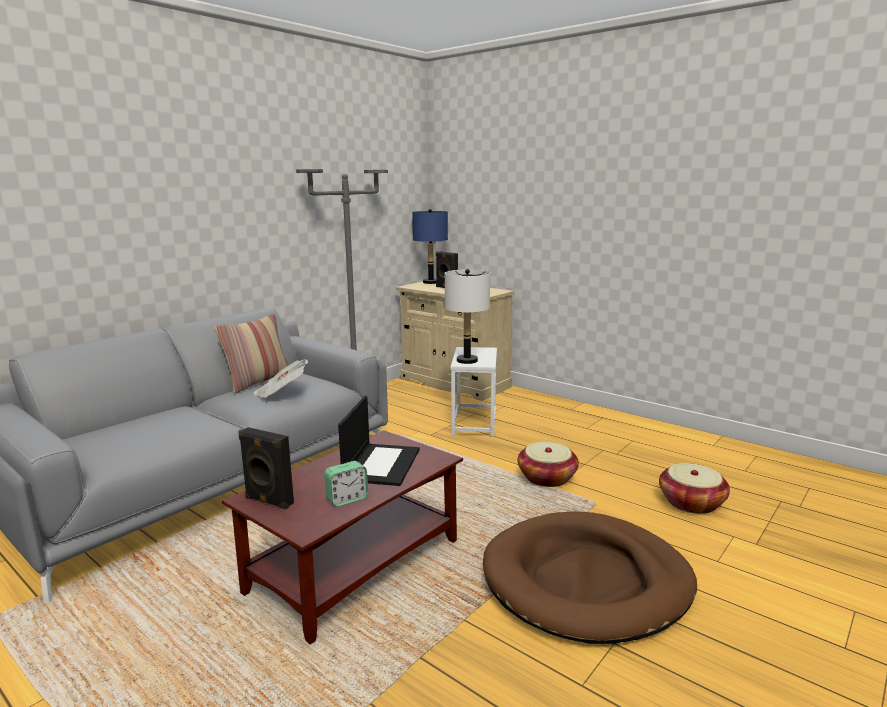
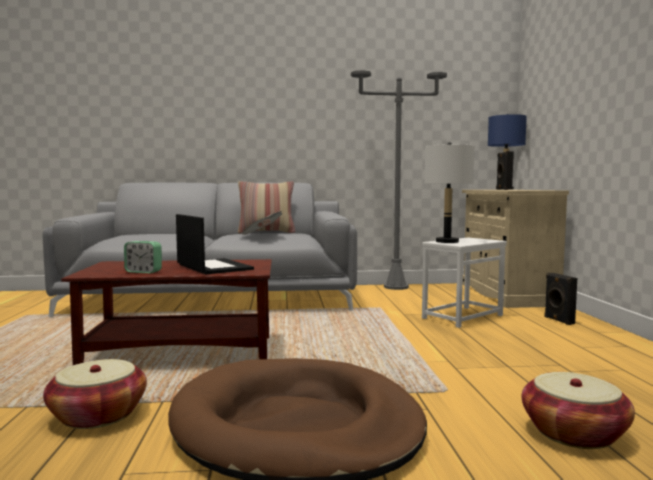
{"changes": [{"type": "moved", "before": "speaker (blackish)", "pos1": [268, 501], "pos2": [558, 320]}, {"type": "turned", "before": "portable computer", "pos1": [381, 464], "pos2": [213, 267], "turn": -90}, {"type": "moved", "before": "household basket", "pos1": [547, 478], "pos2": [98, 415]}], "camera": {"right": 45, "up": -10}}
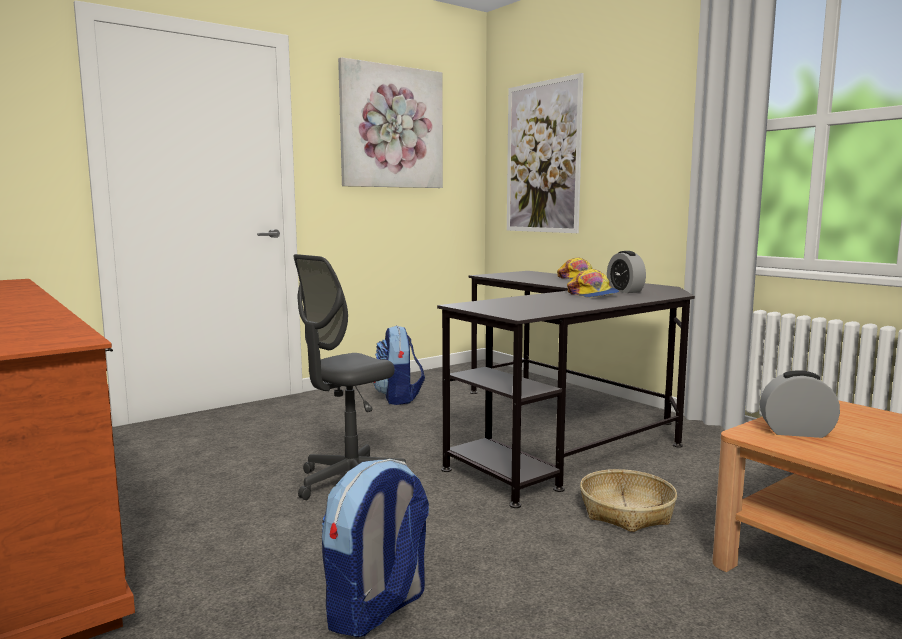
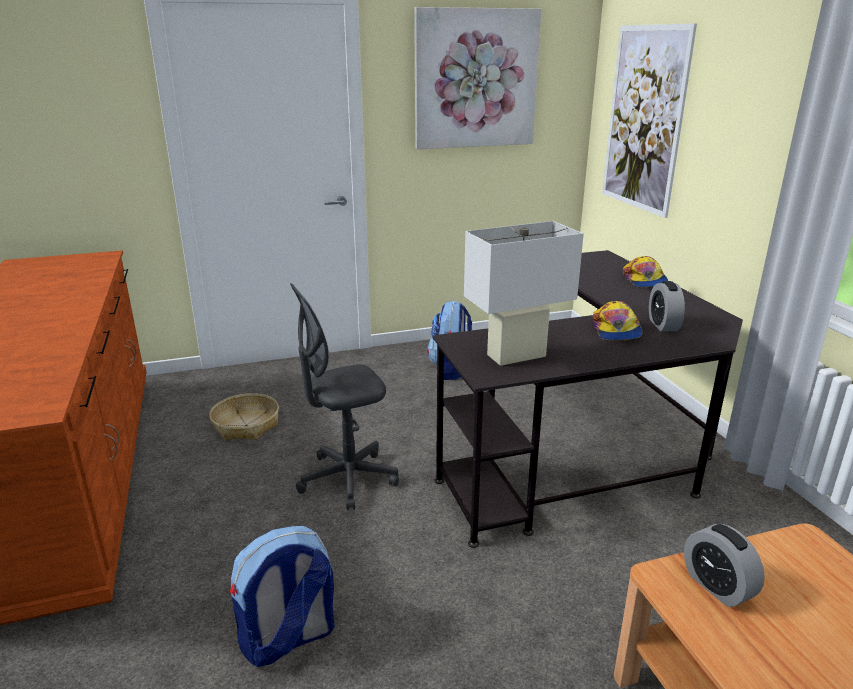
{"changes": [{"type": "moved", "before": "household basket", "pos1": [626, 512], "pos2": [246, 425]}, {"type": "turned", "before": "table clock", "pos1": [796, 432], "pos2": [717, 586], "turn": -150}, {"type": "added", "after": "lamp for a table (whitish)", "pos2": [516, 356]}], "camera": {"right": 20, "up": 15}}
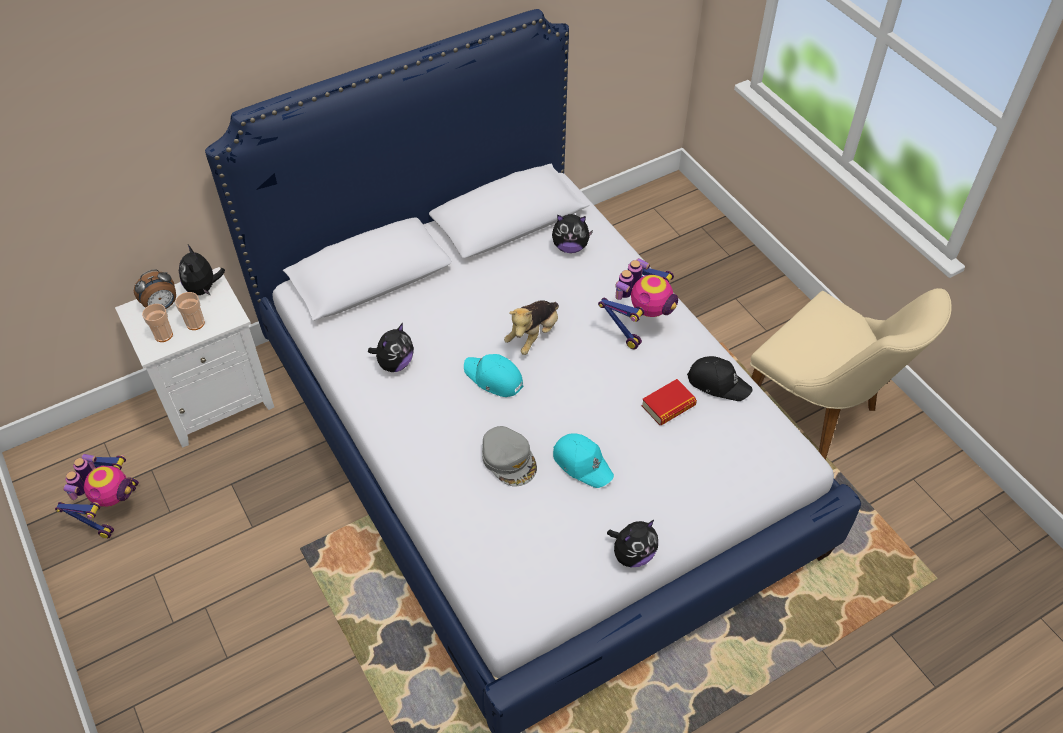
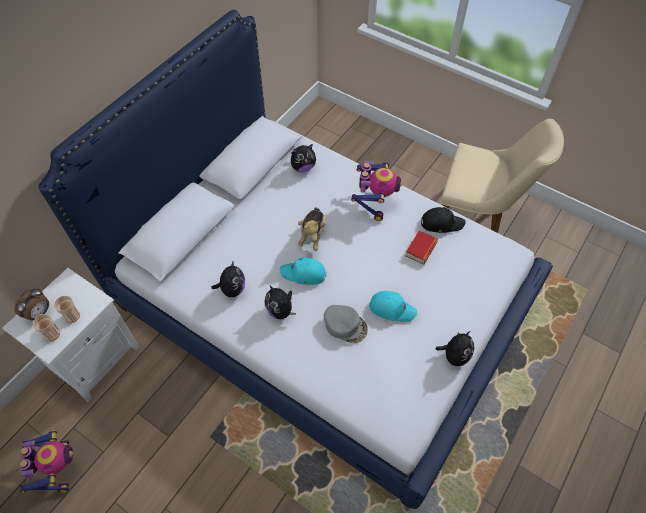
{"changes": [{"type": "moved", "before": "soft toy", "pos1": [204, 288], "pos2": [280, 310]}], "camera": {"right": -25, "up": 5}}
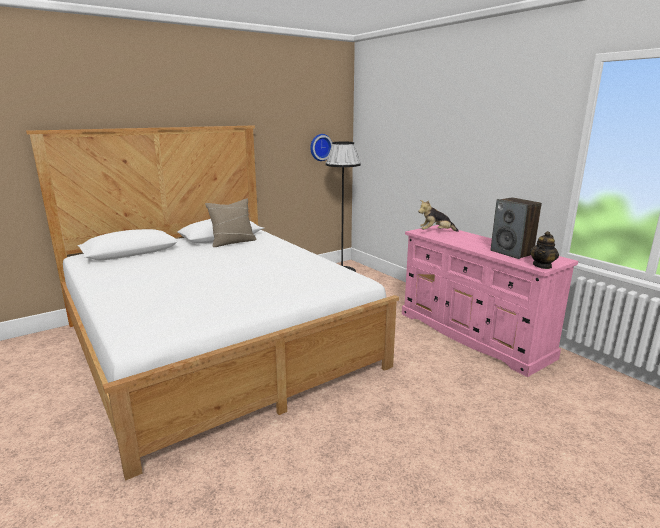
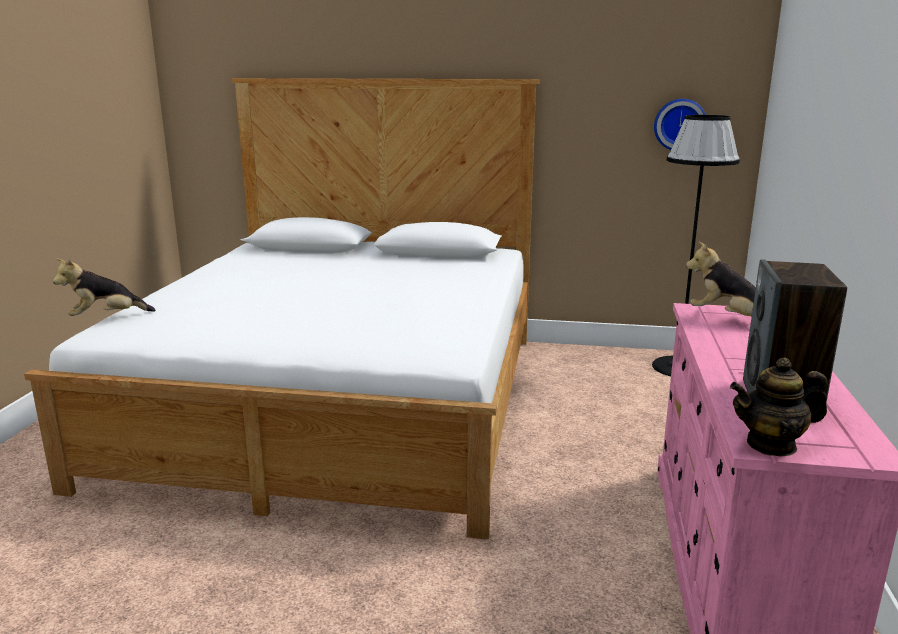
{"changes": [{"type": "removed", "before": "cushion (sand-coloured)", "pos1": [233, 242]}, {"type": "added", "after": "soft toy", "pos2": [106, 317]}], "camera": {"right": 45, "up": 0}}
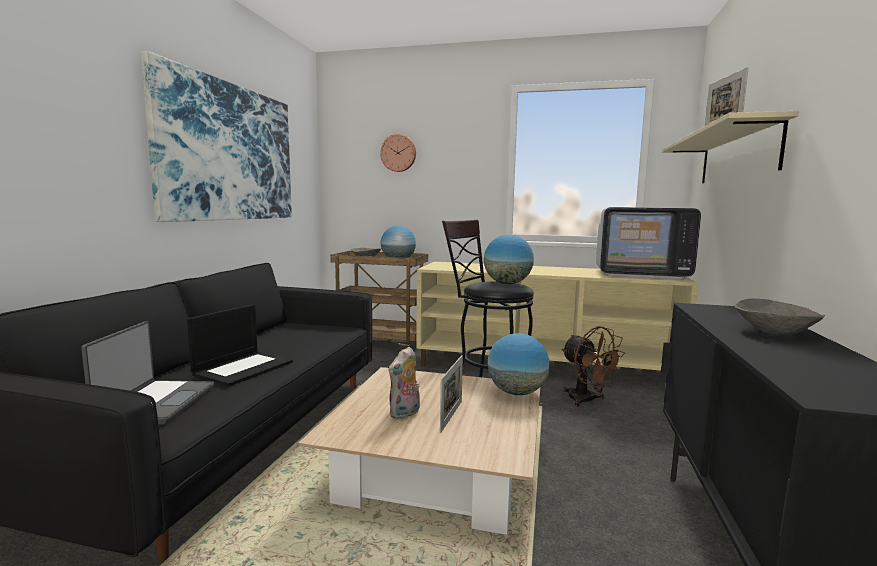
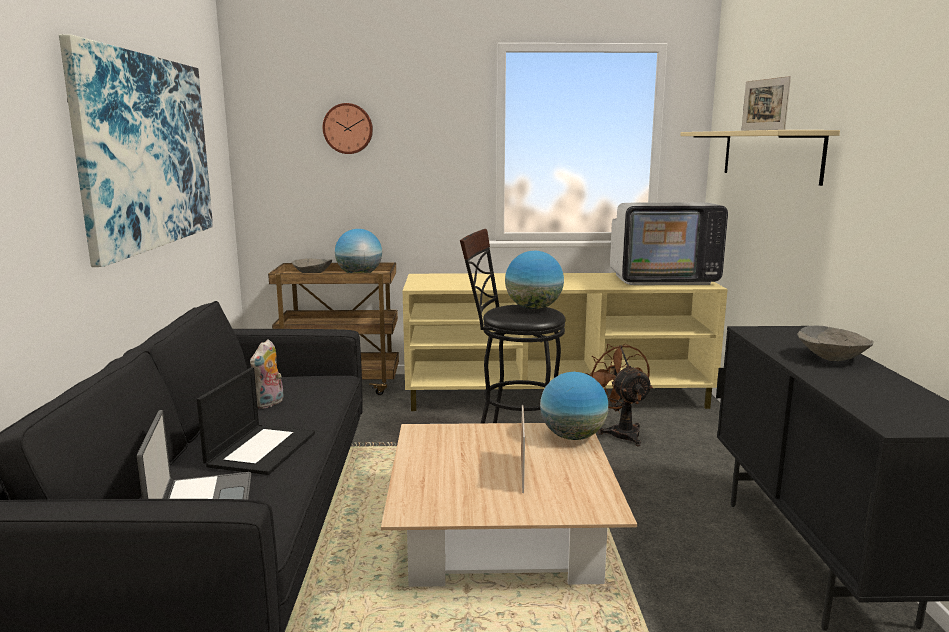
{"changes": [{"type": "moved", "before": "soft toy", "pos1": [405, 414], "pos2": [269, 404]}, {"type": "turned", "before": "cooling fan (brownish)", "pos1": [587, 401], "pos2": [620, 432], "turn": -150}], "camera": {"right": -15, "up": 5}}
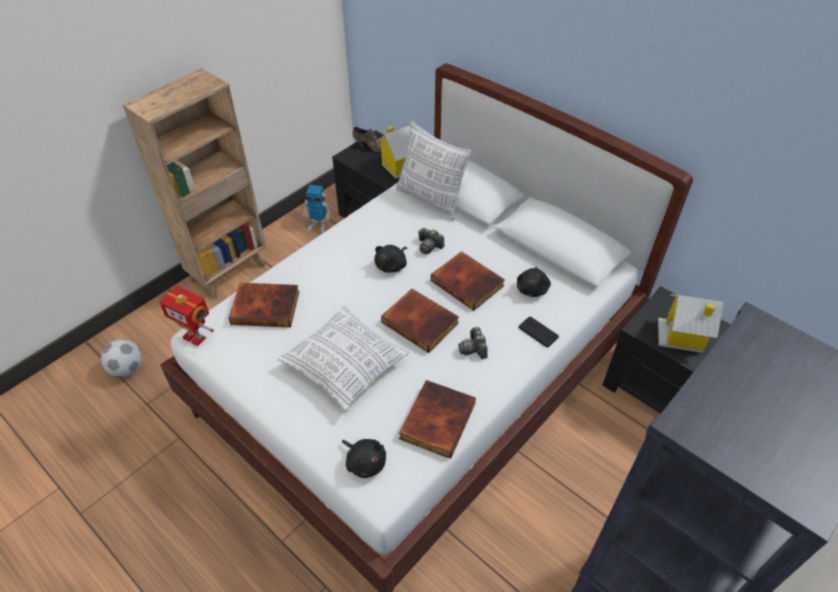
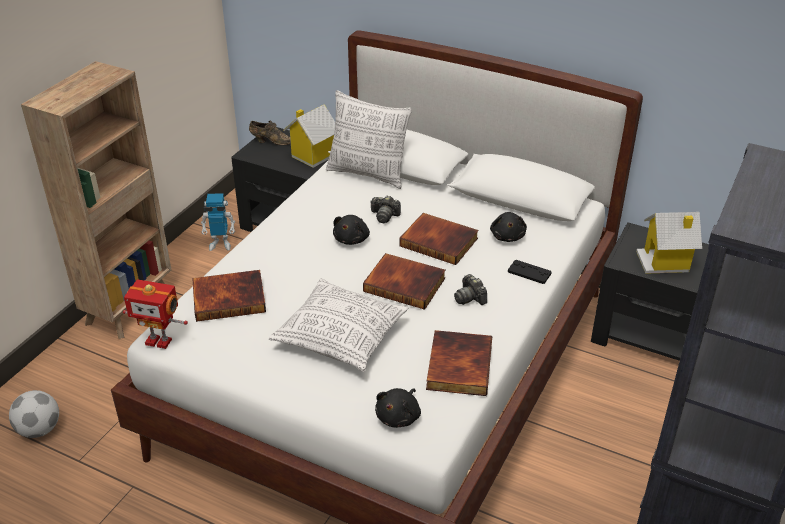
{"changes": [{"type": "turned", "before": "soft toy (blackish)", "pos1": [365, 462], "pos2": [399, 416], "turn": 90}], "camera": {"right": -15, "up": -10}}
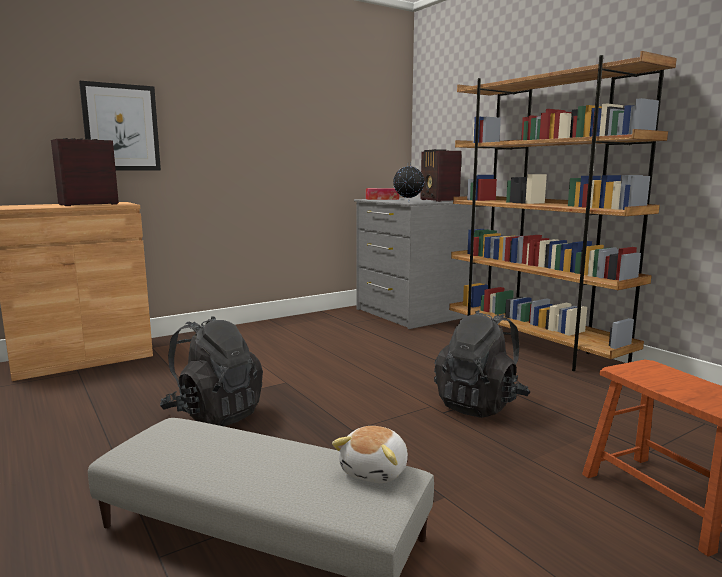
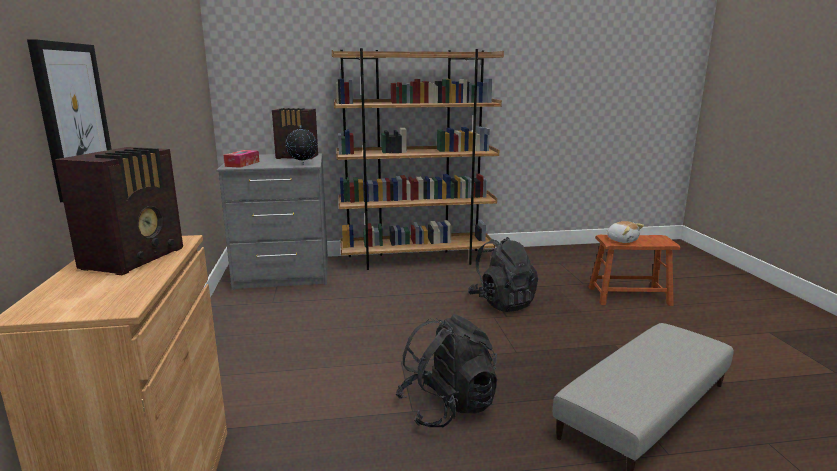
{"changes": [{"type": "turned", "before": "radio set", "pos1": [87, 204], "pos2": [136, 258], "turn": -150}, {"type": "moved", "before": "soft toy", "pos1": [376, 471], "pos2": [622, 240]}], "camera": {"right": -65, "up": 5}}
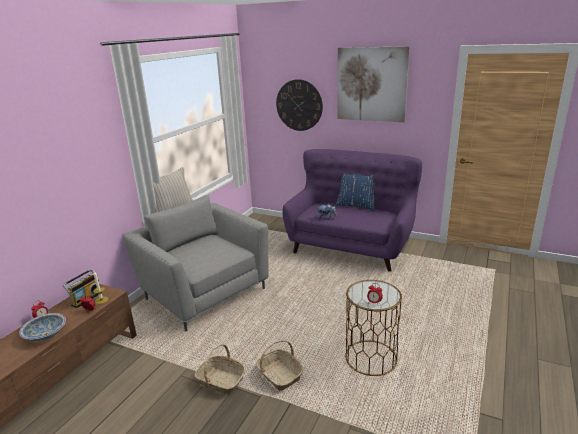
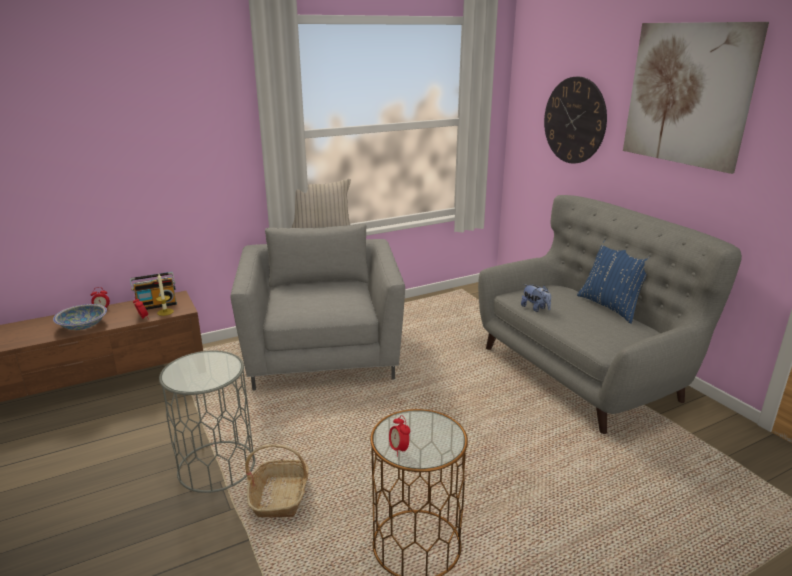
{"changes": [{"type": "replaced", "before": "household basket", "after": "accent table (gray)", "pos1": [220, 380], "pos2": [216, 466]}, {"type": "recoloured", "before": "settee (purplish)", "after": "settee (gray)", "pos1": [351, 247], "pos2": [582, 372]}], "camera": {"right": 35, "up": 0}}
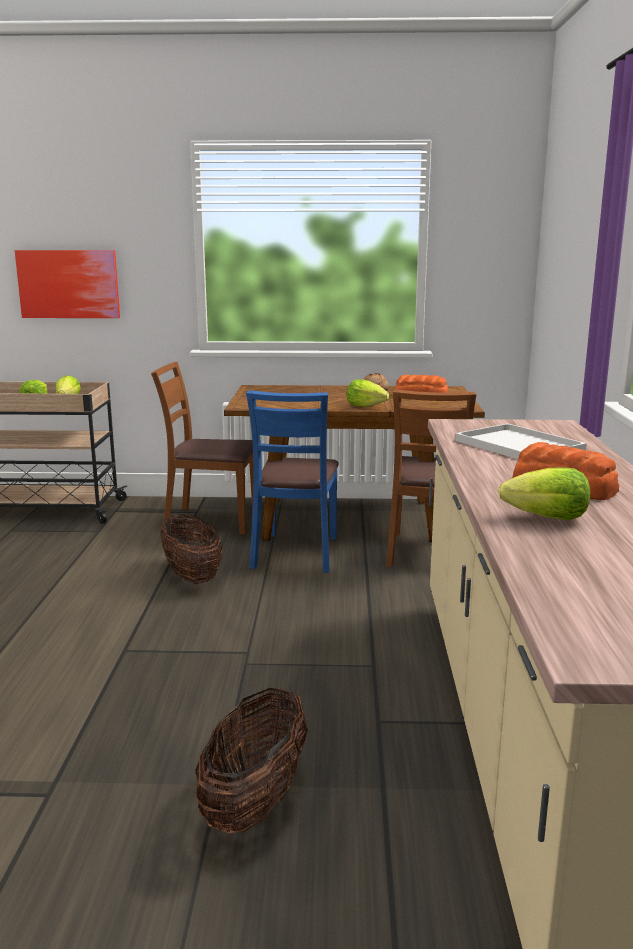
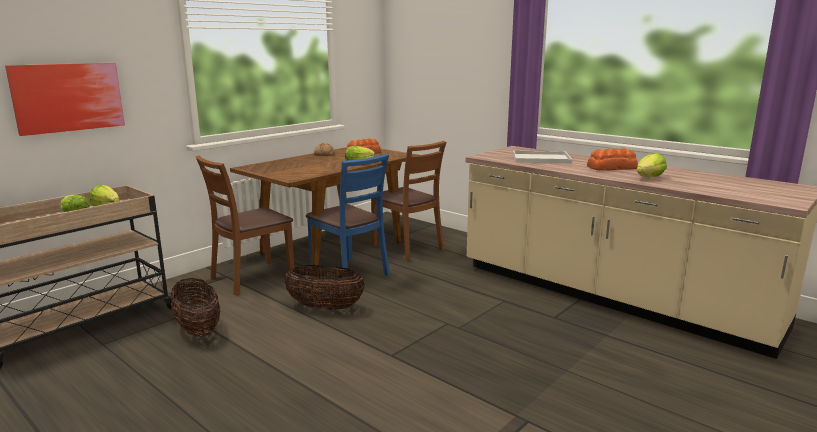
{"changes": [{"type": "moved", "before": "household basket", "pos1": [255, 801], "pos2": [198, 329]}], "camera": {"right": -50, "up": 0}}
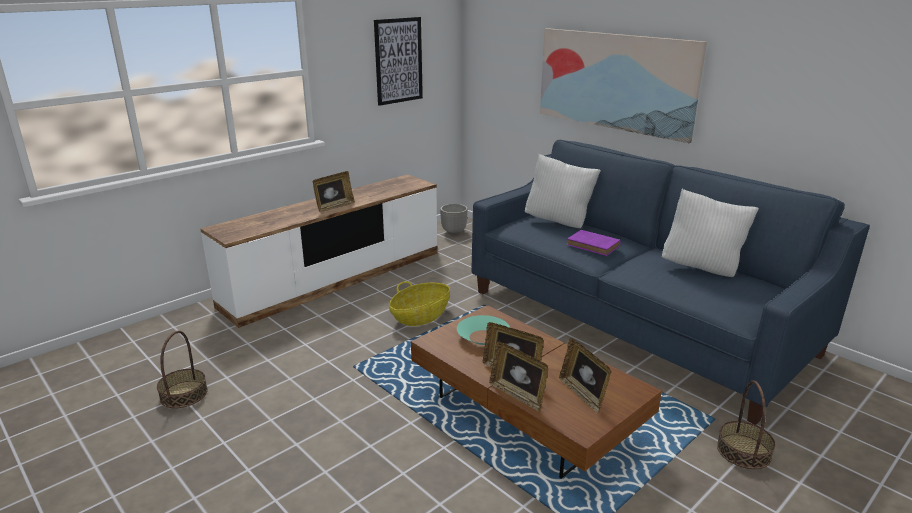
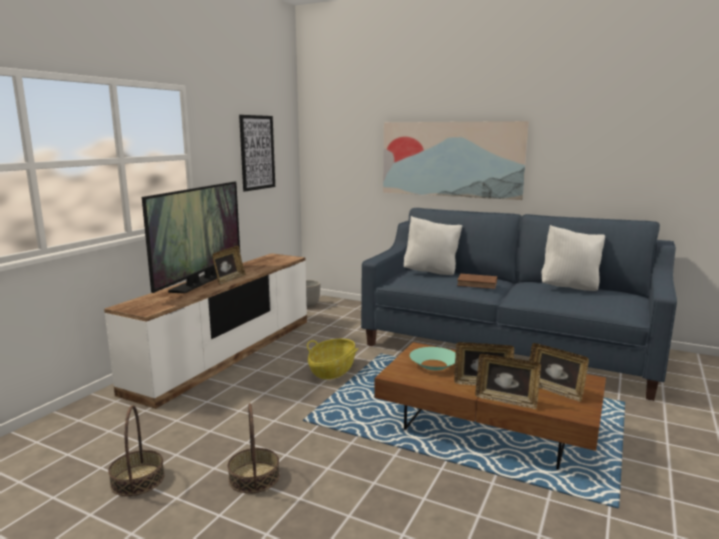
{"changes": [{"type": "recoloured", "before": "bound book (purplish)", "after": "bound book (brownish)", "pos1": [594, 246], "pos2": [478, 284]}, {"type": "moved", "before": "household basket", "pos1": [743, 451], "pos2": [254, 477]}, {"type": "added", "after": "TV", "pos2": [200, 282]}], "camera": {"right": -20, "up": -10}}
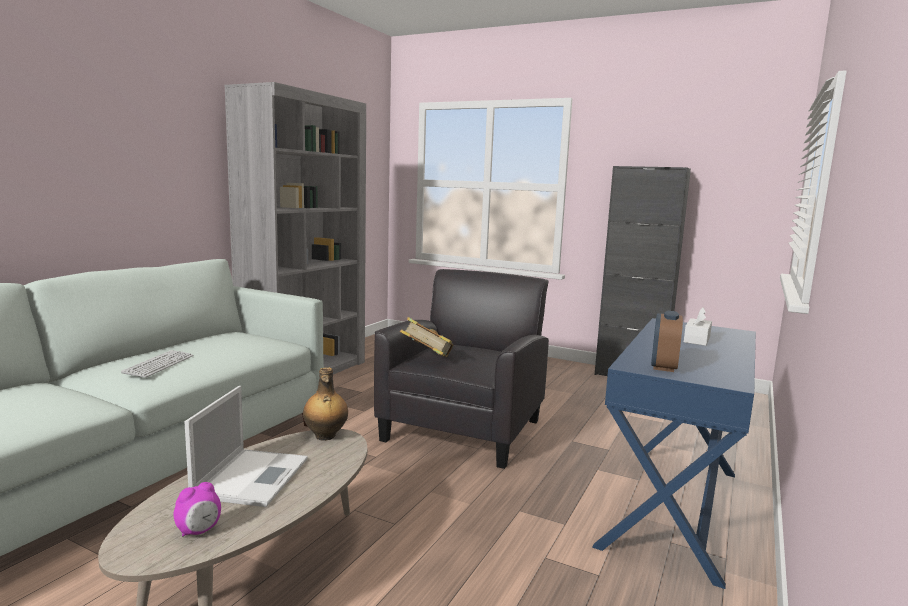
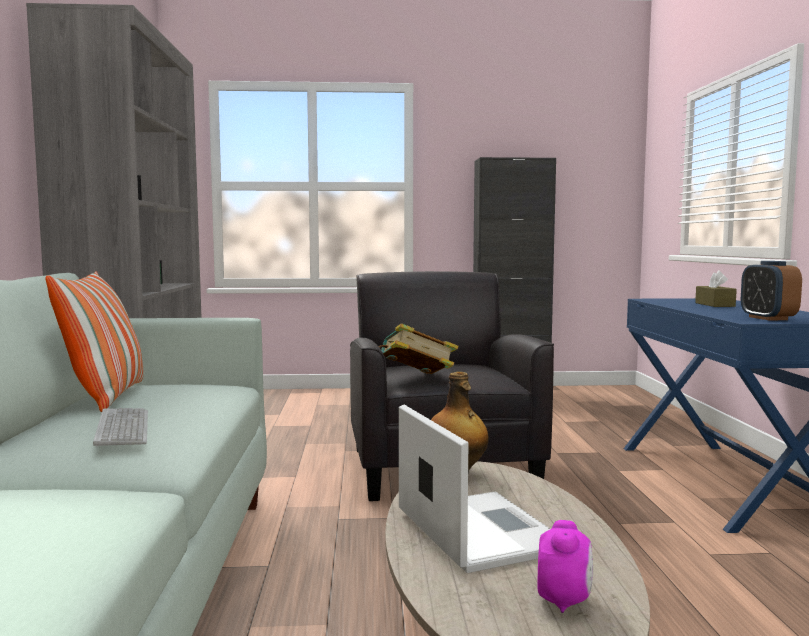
{"changes": [{"type": "recoloured", "before": "box of tissues (whitish)", "after": "box of tissues (brownish)", "pos1": [697, 339], "pos2": [714, 304]}, {"type": "added", "after": "cushion", "pos2": [106, 396]}], "camera": {"right": -30, "up": -5}}
